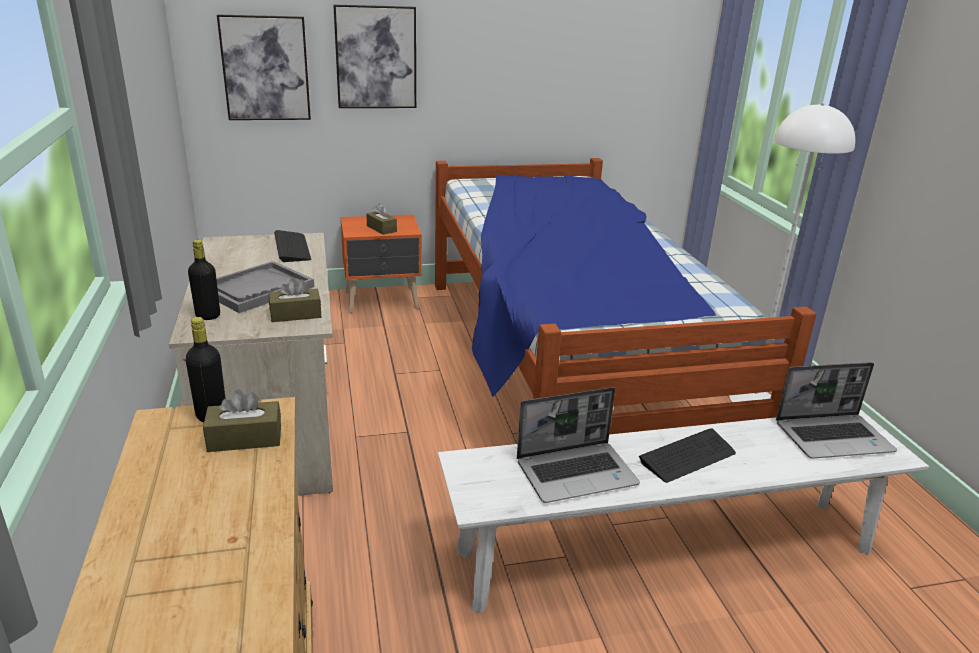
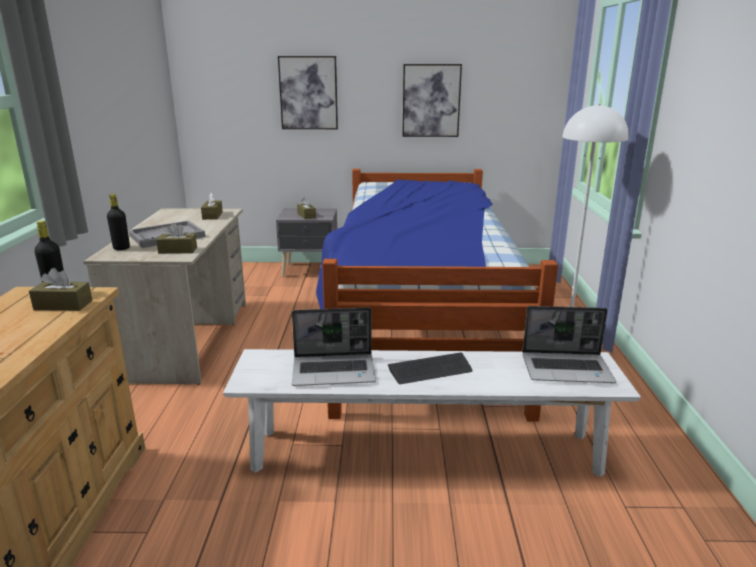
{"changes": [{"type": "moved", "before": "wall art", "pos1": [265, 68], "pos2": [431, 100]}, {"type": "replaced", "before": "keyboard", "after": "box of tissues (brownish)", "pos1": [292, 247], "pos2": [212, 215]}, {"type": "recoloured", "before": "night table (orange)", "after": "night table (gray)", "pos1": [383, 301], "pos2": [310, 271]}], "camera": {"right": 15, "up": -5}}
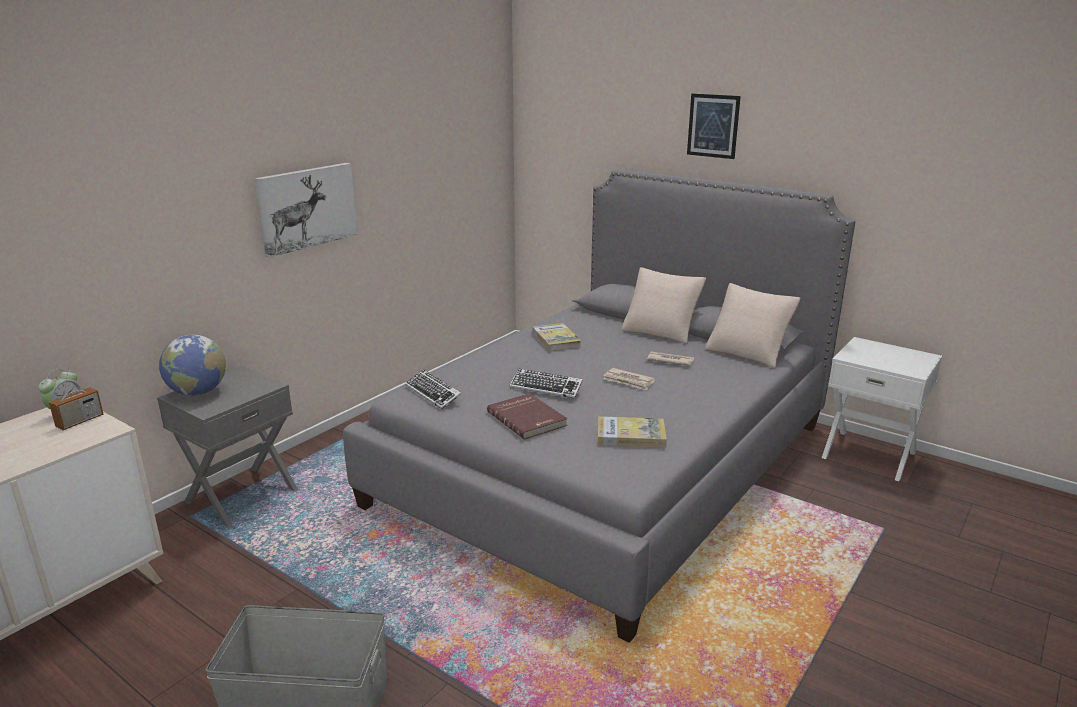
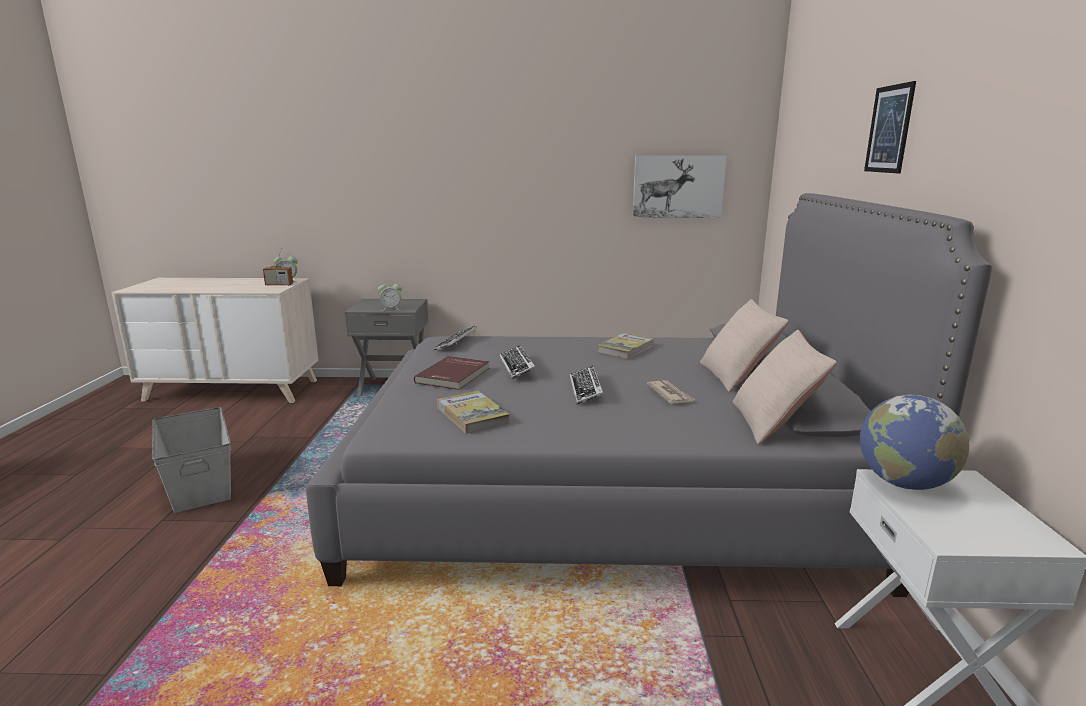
{"changes": [{"type": "moved", "before": "world globe", "pos1": [198, 392], "pos2": [903, 483]}, {"type": "moved", "before": "wall art", "pos1": [307, 207], "pos2": [678, 186]}, {"type": "replaced", "before": "newspaper", "after": "keyboard", "pos1": [628, 381], "pos2": [586, 389]}, {"type": "added", "after": "table clock", "pos2": [391, 309]}], "camera": {"right": 55, "up": -5}}
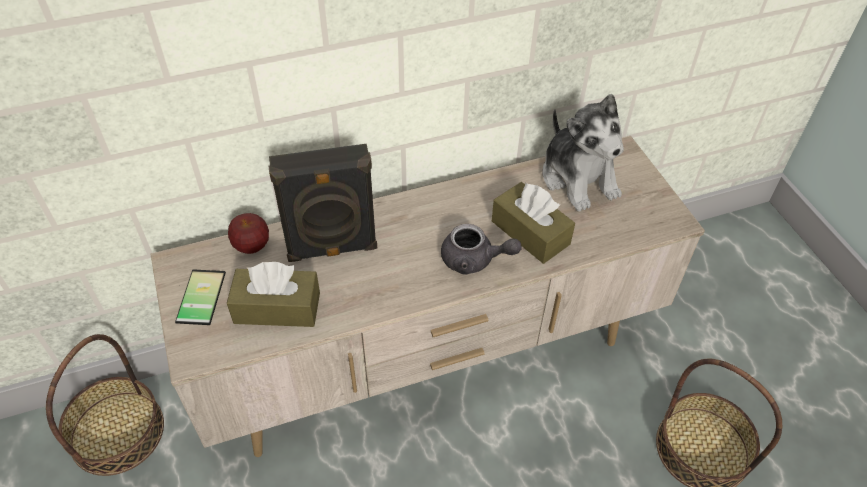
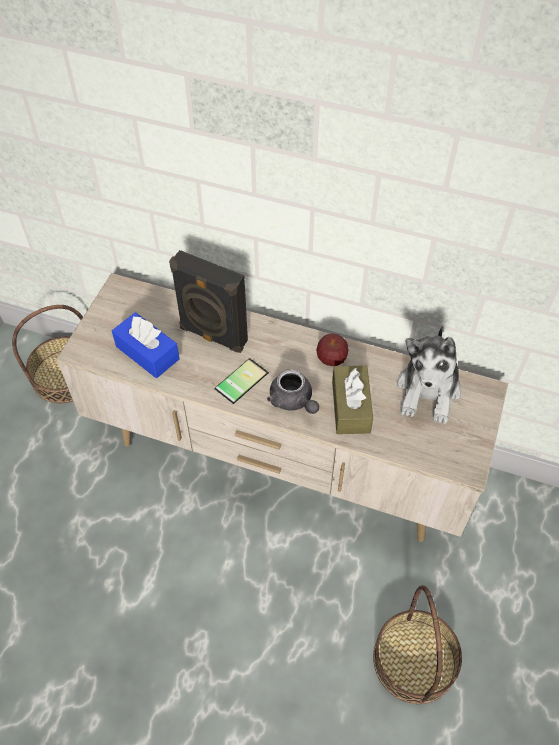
{"changes": [{"type": "moved", "before": "telephone", "pos1": [197, 297], "pos2": [239, 379]}, {"type": "recoloured", "before": "box of tissues (brownish)", "after": "box of tissues (blue)", "pos1": [277, 308], "pos2": [147, 353]}, {"type": "moved", "before": "apple", "pos1": [252, 246], "pos2": [331, 359]}], "camera": {"right": 40, "up": 5}}
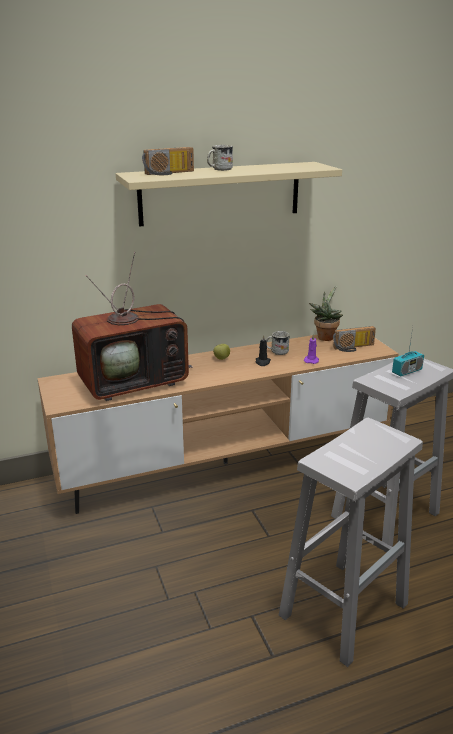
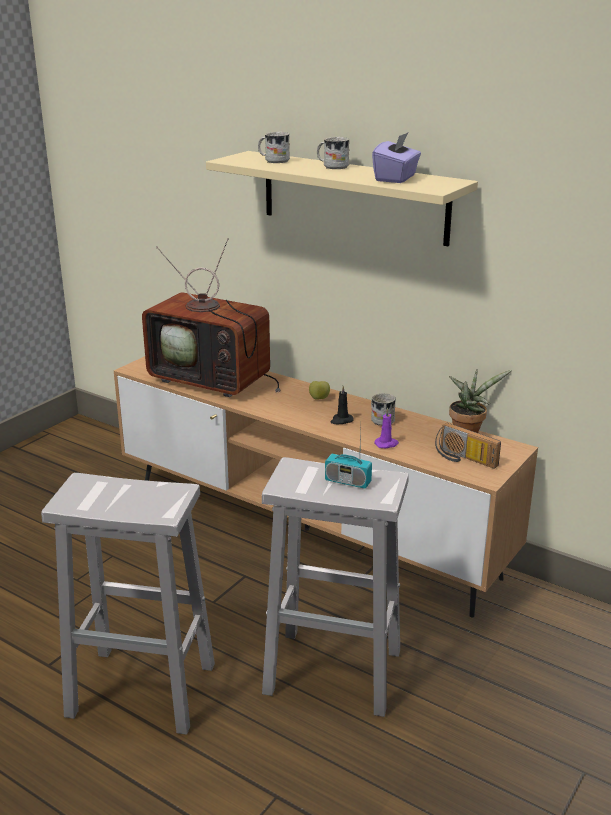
{"changes": [{"type": "replaced", "before": "radio set", "after": "mug (whitish)", "pos1": [169, 173], "pos2": [273, 161]}, {"type": "added", "after": "box of tissues (purplish)", "pos2": [396, 178]}], "camera": {"right": 55, "up": 0}}
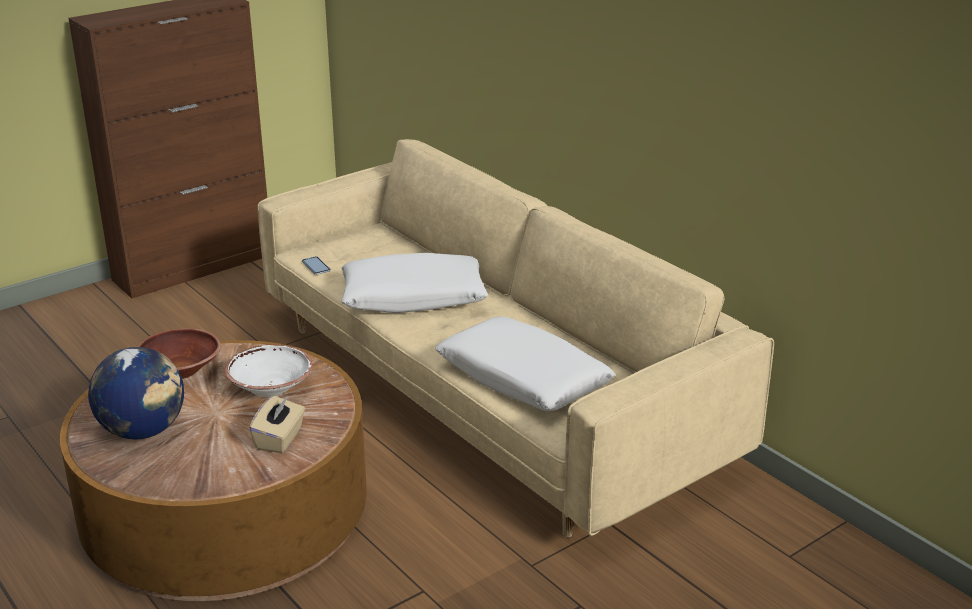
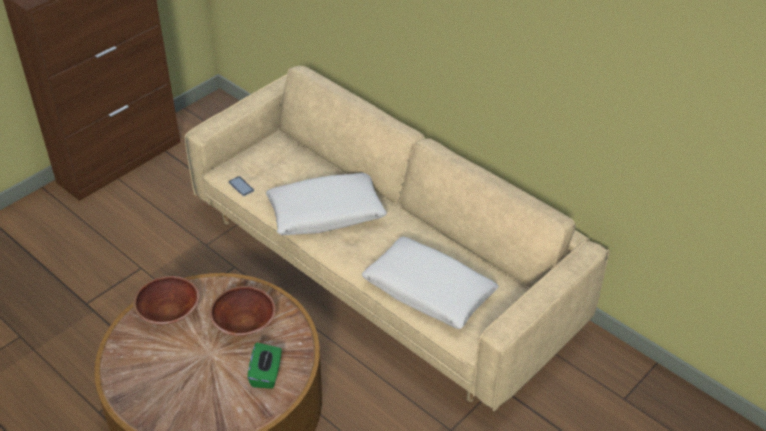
{"changes": [{"type": "removed", "before": "world globe", "pos1": [143, 431]}, {"type": "recoloured", "before": "deep dish (whitish)", "after": "deep dish (brownish)", "pos1": [270, 388], "pos2": [243, 323]}, {"type": "recoloured", "before": "box of tissues (sand-coloured)", "after": "box of tissues (greenish)", "pos1": [280, 439], "pos2": [266, 374]}], "camera": {"right": -10, "up": 15}}
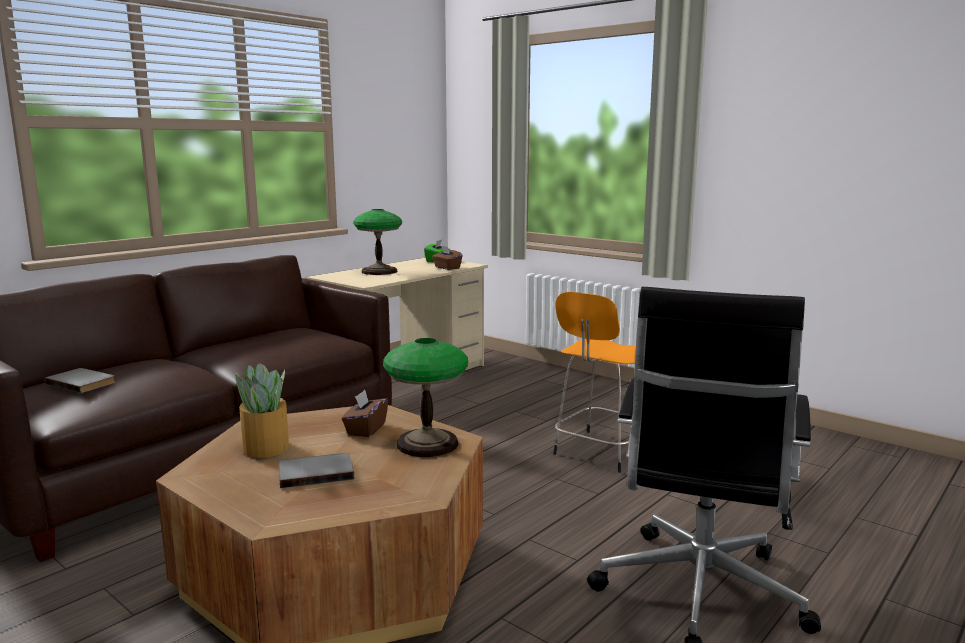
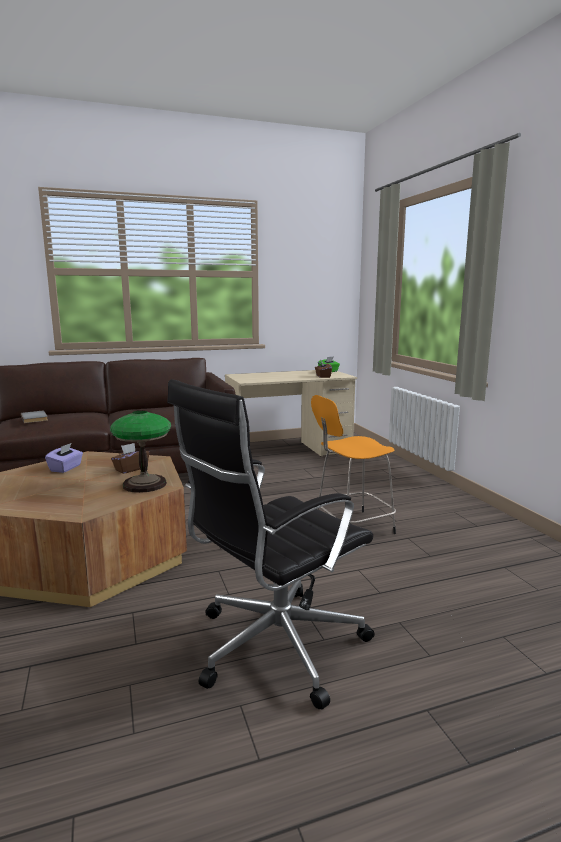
{"changes": [{"type": "replaced", "before": "potted plant", "after": "box of tissues (purplish)", "pos1": [265, 448], "pos2": [66, 468]}, {"type": "removed", "before": "bound book (gray)", "pos1": [316, 472]}, {"type": "removed", "before": "lamp for a table", "pos1": [379, 271]}], "camera": {"right": 30, "up": 0}}
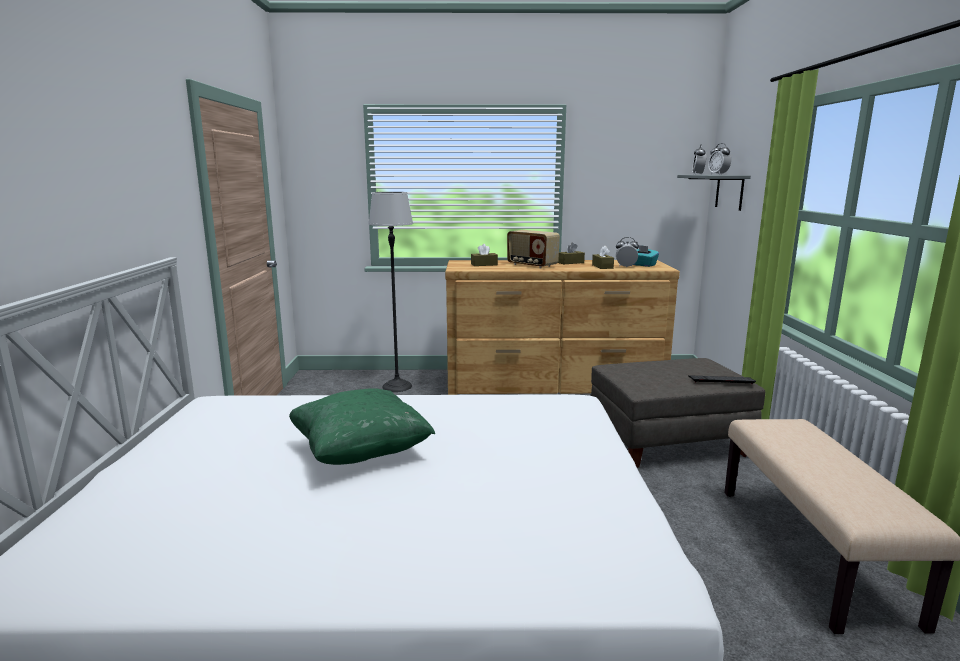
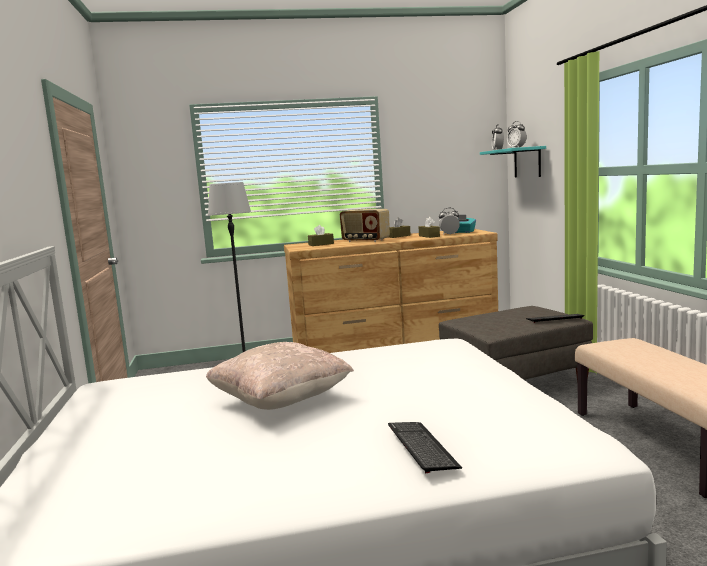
{"changes": [{"type": "recoloured", "before": "cushion (greenish)", "after": "cushion (sand-coloured)", "pos1": [360, 453], "pos2": [280, 402]}, {"type": "recoloured", "before": "wall shelf (gray)", "after": "wall shelf (turquoise-coloured)", "pos1": [729, 192], "pos2": [527, 162]}, {"type": "added", "after": "keyboard", "pos2": [422, 447]}], "camera": {"right": -10, "up": -5}}
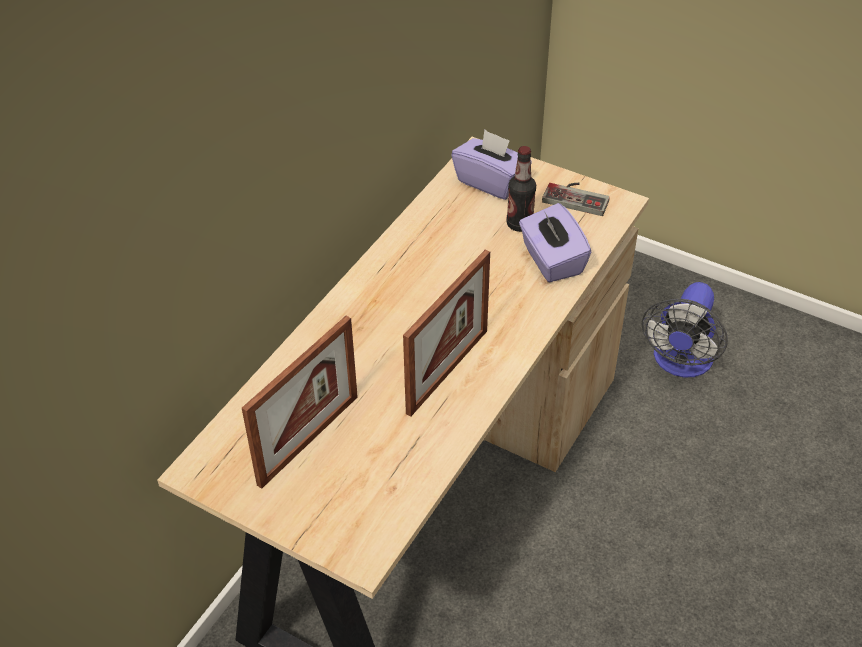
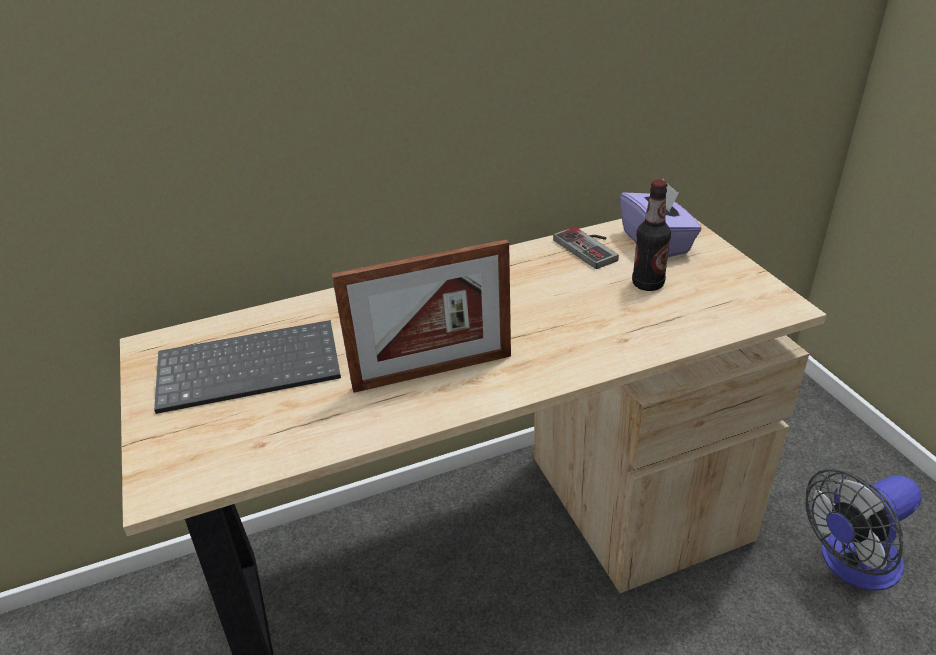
{"changes": [{"type": "replaced", "before": "standing frame", "after": "keyboard", "pos1": [308, 440], "pos2": [252, 367]}, {"type": "removed", "before": "box of tissues (purplish)", "pos1": [551, 260]}, {"type": "moved", "before": "gamepad", "pos1": [577, 196], "pos2": [591, 247]}], "camera": {"right": 40, "up": -10}}
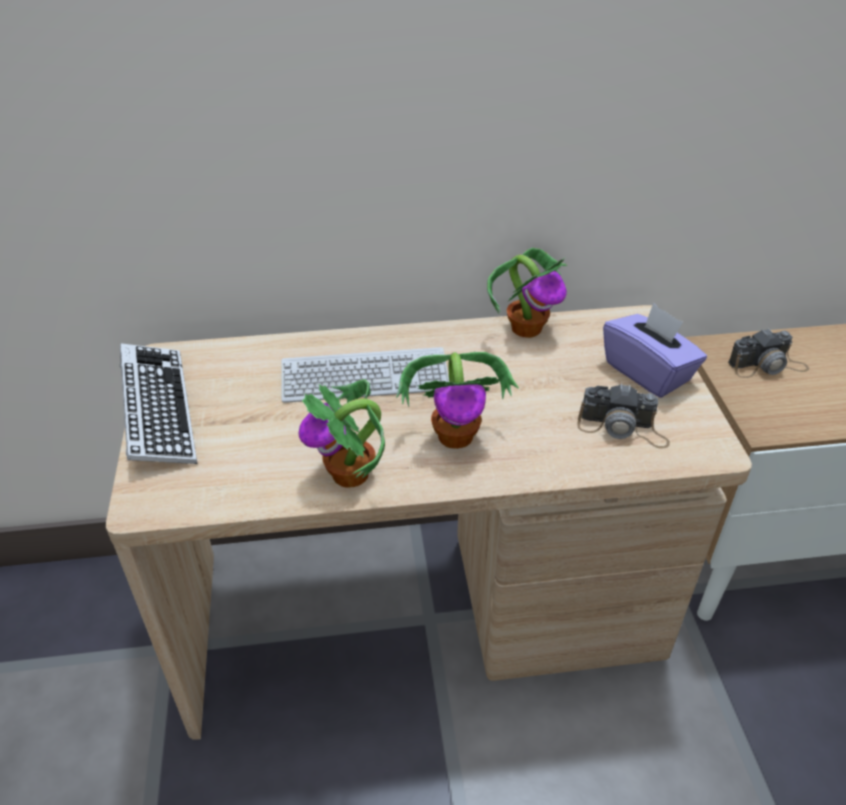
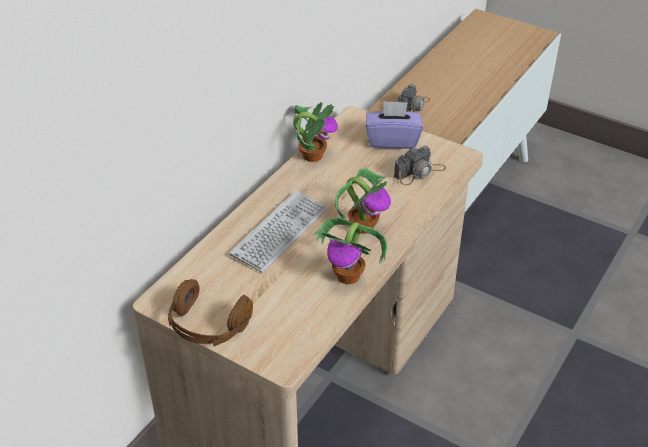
{"changes": [{"type": "replaced", "before": "keyboard", "after": "headphones (brownish)", "pos1": [157, 411], "pos2": [207, 326]}], "camera": {"right": -50, "up": 0}}
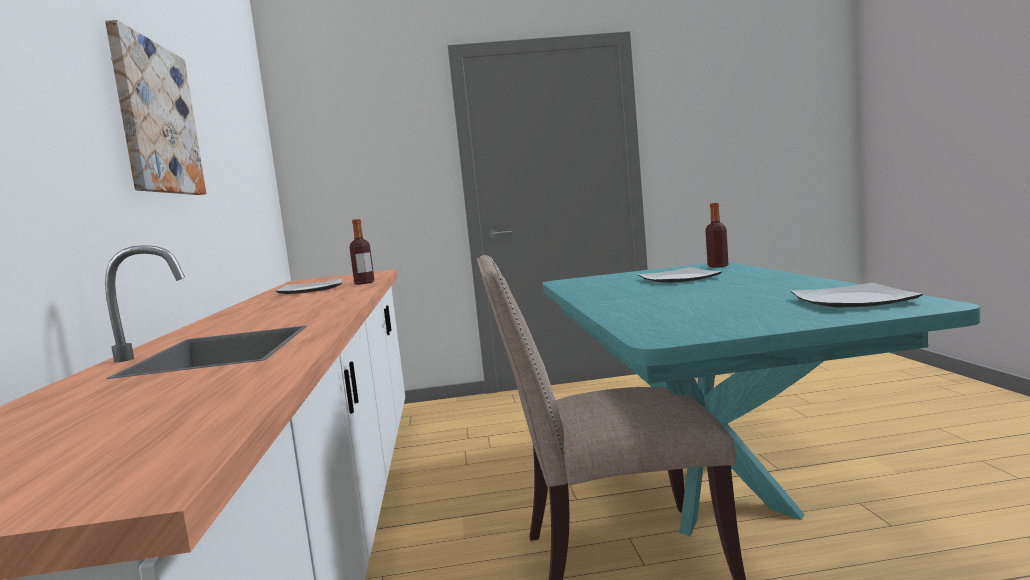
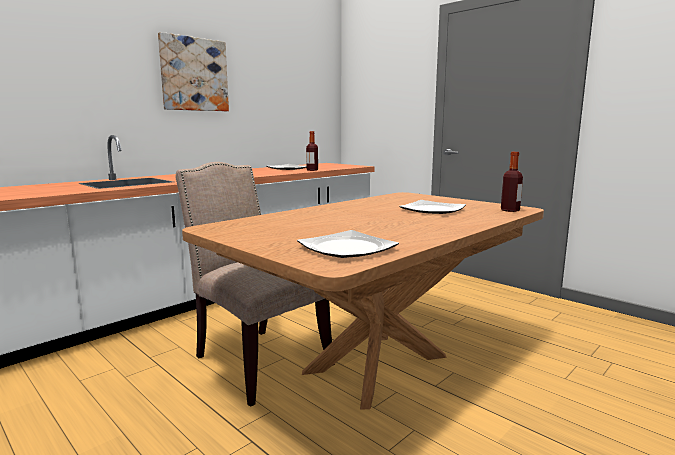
{"changes": [{"type": "recoloured", "before": "dining table (turquoise-coloured)", "after": "dining table (brownish)", "pos1": [707, 484], "pos2": [378, 364]}], "camera": {"right": 50, "up": 5}}
